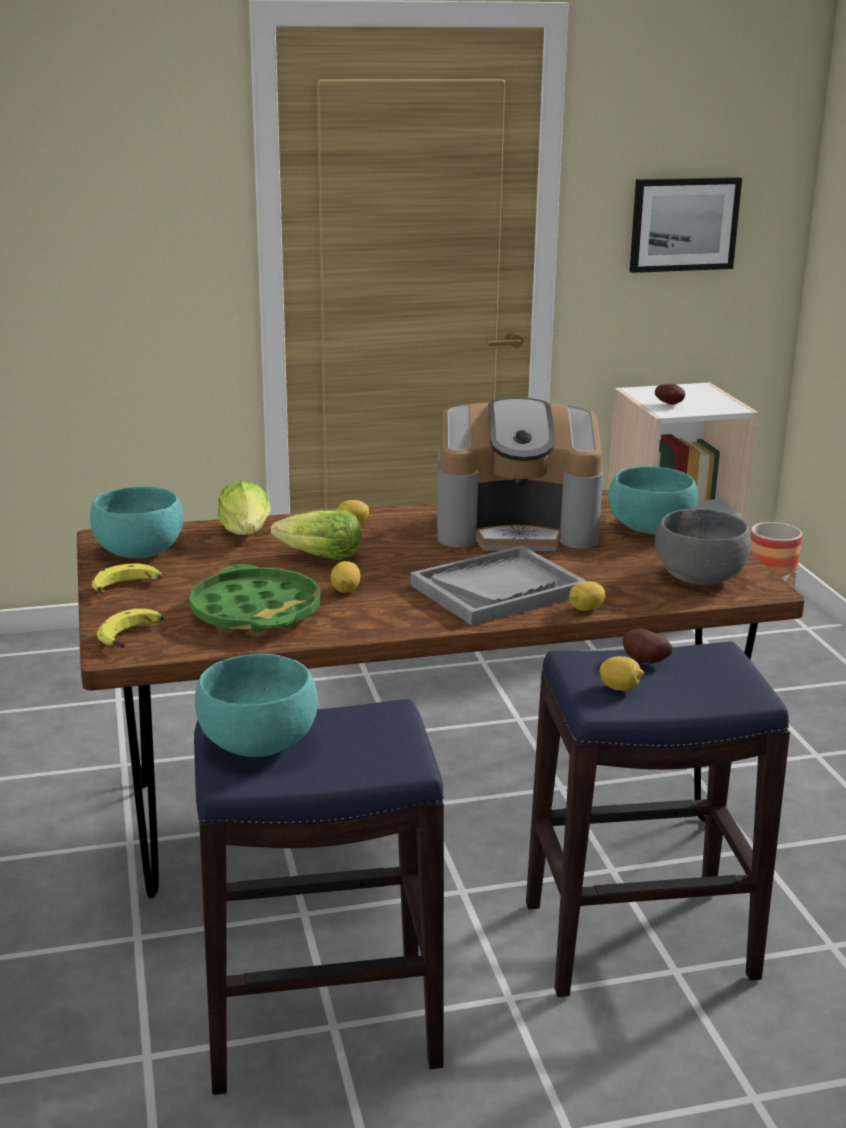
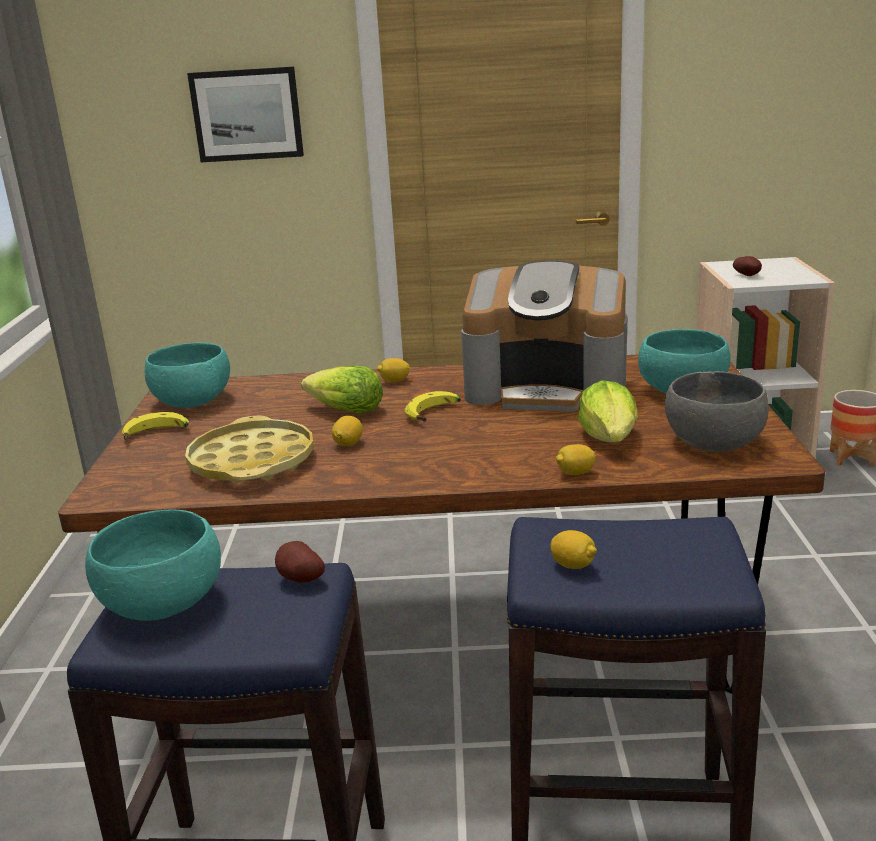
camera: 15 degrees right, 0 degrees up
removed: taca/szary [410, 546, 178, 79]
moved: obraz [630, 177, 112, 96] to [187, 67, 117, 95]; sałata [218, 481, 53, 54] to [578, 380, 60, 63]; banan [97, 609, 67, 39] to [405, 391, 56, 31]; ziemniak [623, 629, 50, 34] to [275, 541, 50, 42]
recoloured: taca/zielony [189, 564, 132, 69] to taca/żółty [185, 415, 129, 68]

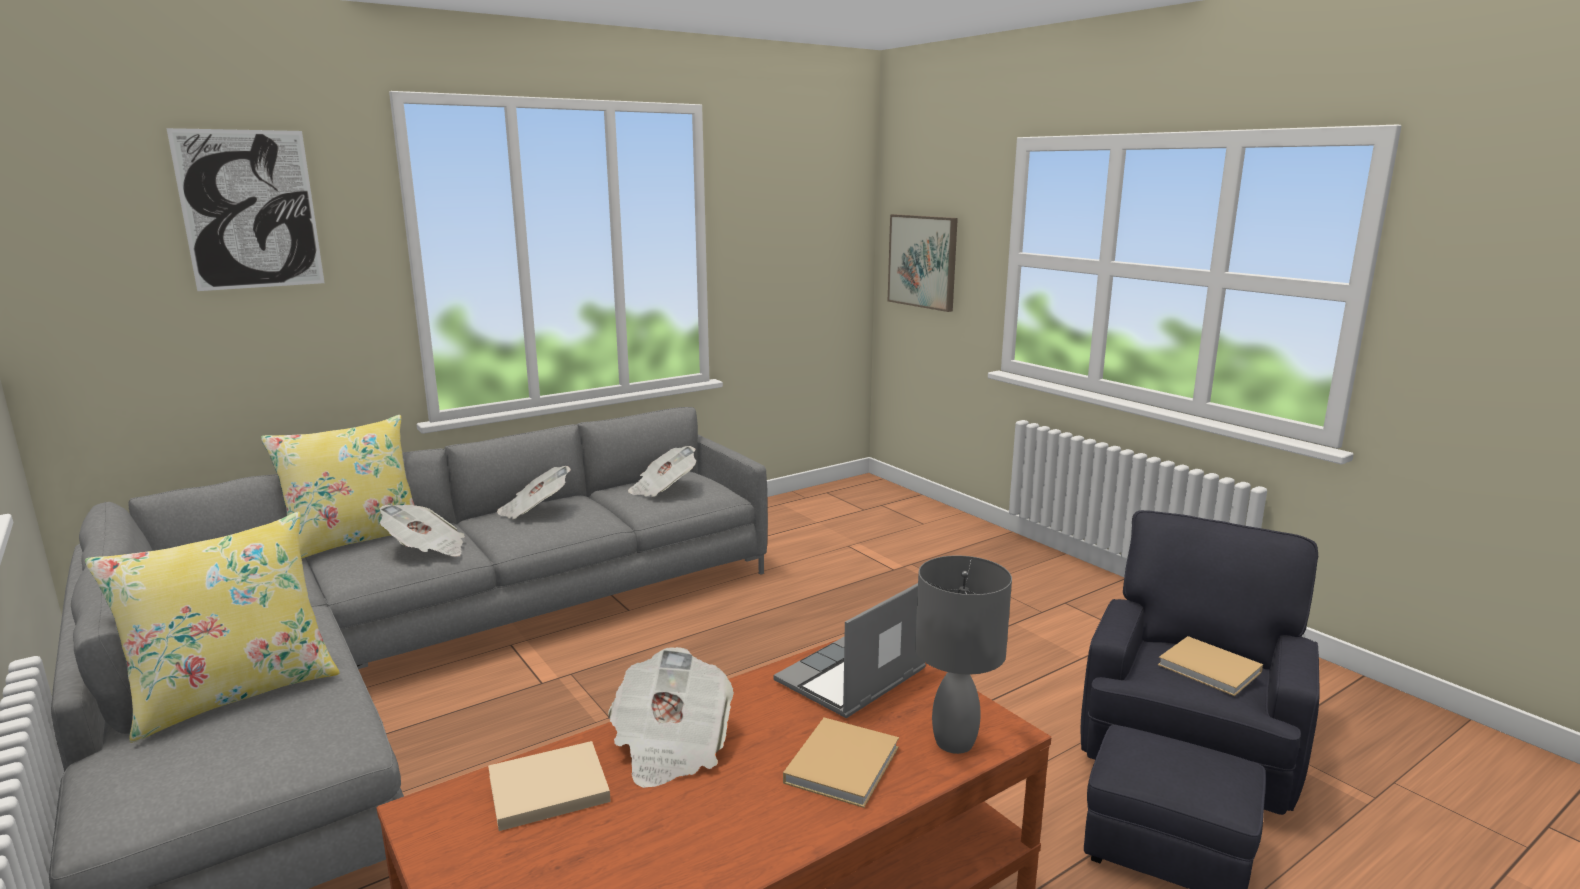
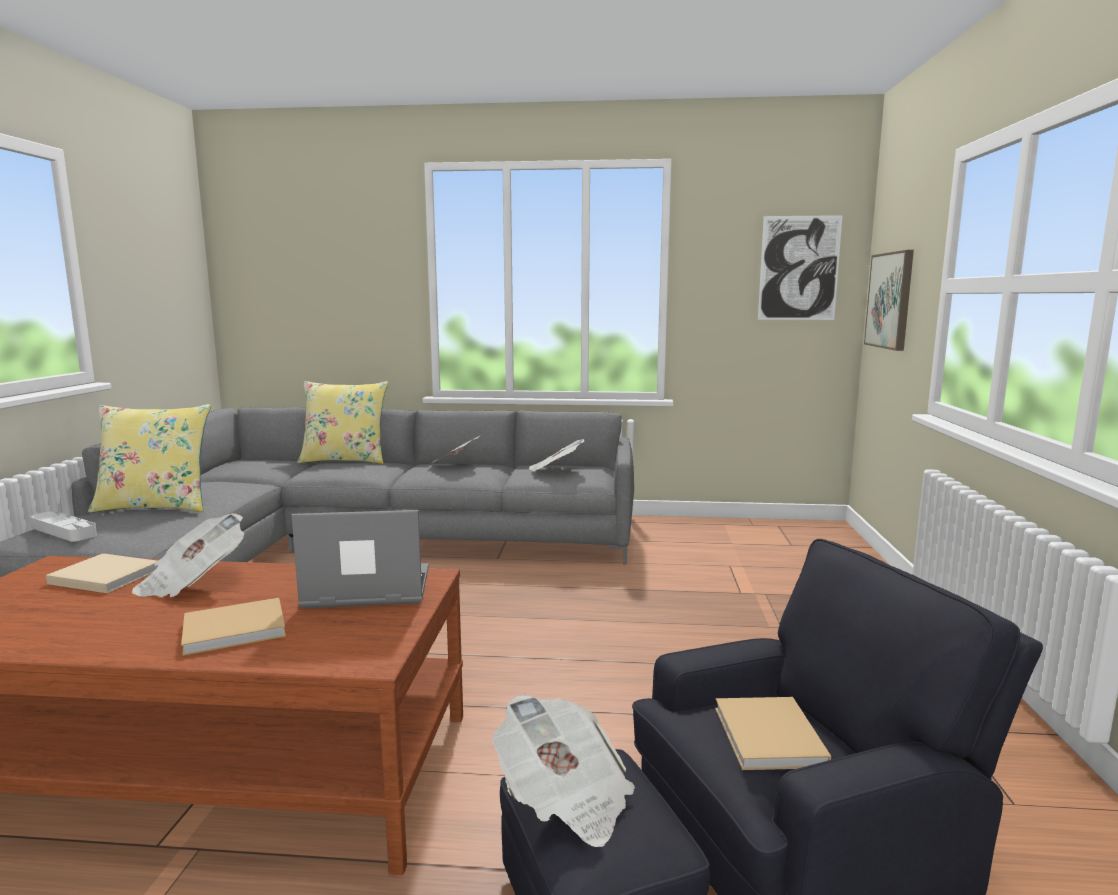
camera: 40 degrees right, 5 degrees down
removed: lampa stołowa/szary [915, 556, 97, 198]
added: taca/szary [30, 511, 67, 31]
moved: obraz [166, 128, 159, 163] to [758, 215, 85, 105]; gazeta [380, 505, 85, 51] to [493, 695, 142, 152]

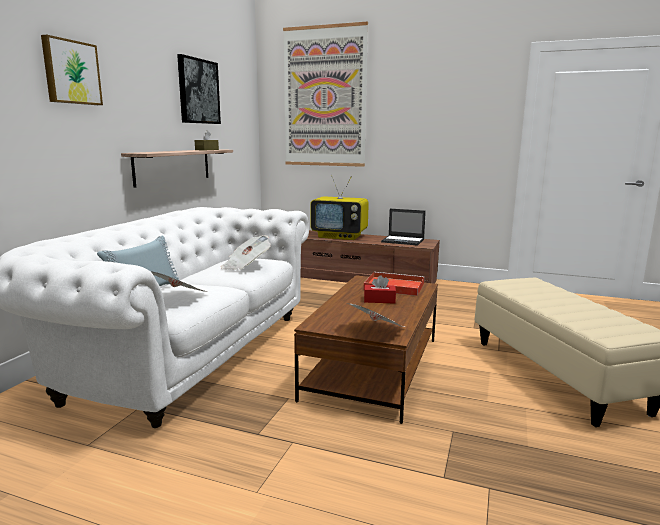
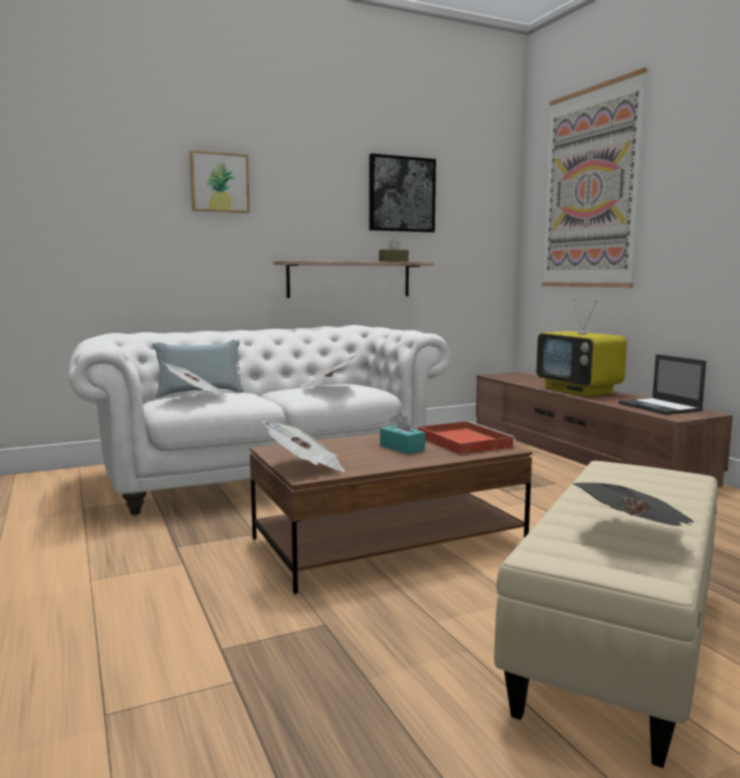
camera: 45 degrees right, 5 degrees down
added: gazeta [572, 483, 121, 43]
recoloured: pudełko chusteczek/czerwony [364, 275, 32, 29] to pudełko chusteczek/turkusowy [380, 412, 45, 42]

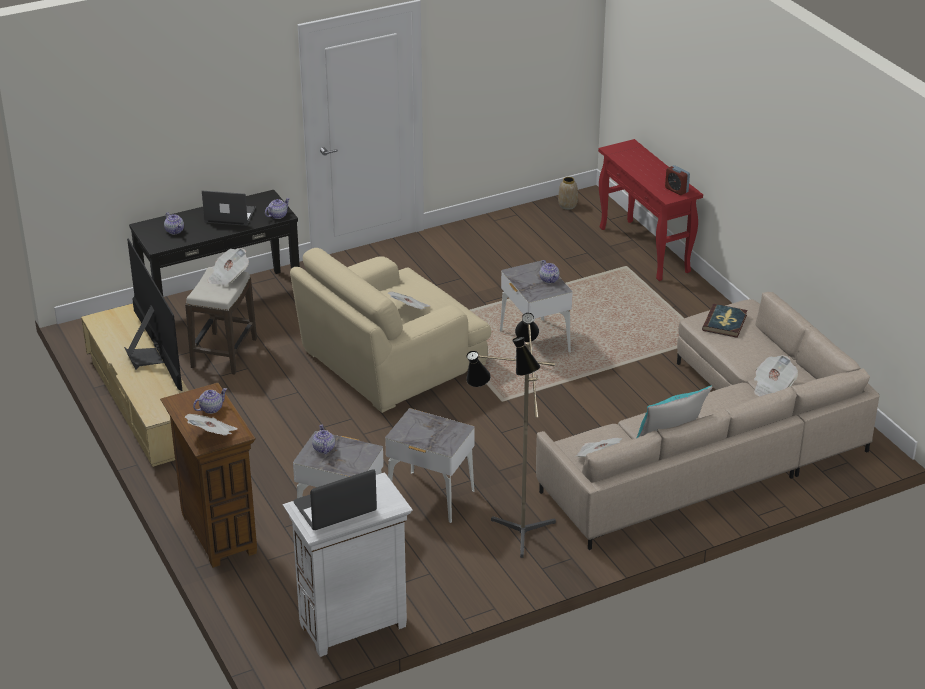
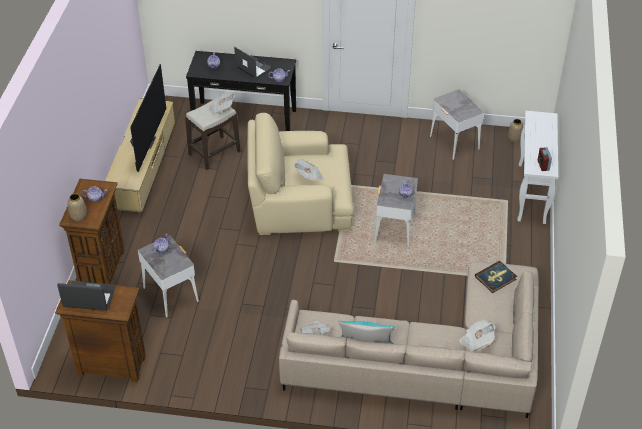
camera: 35 degrees right, 10 degrees up
removed: lampa stojąca [467, 313, 89, 245]
moved: stolik [385, 408, 89, 115] to [430, 89, 54, 71]
replaced: gazeta [185, 414, 53, 22] to wazon [68, 193, 19, 28]
recoloured: stolik konsolowy/czerwony [598, 139, 105, 142] to stolik konsolowy/biały [517, 111, 41, 113]; szafka/biały [283, 472, 130, 185] to szafka/brązowy [55, 280, 91, 102]

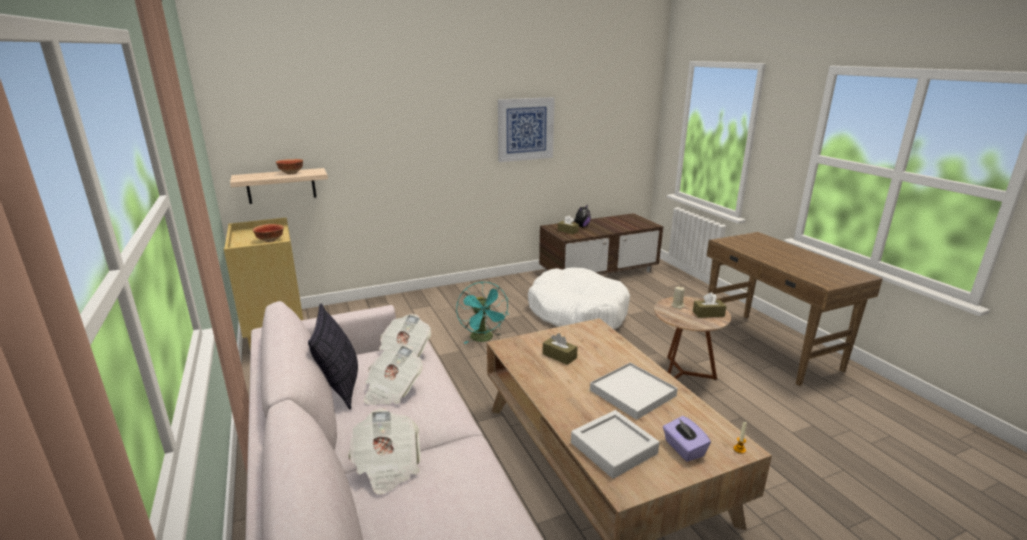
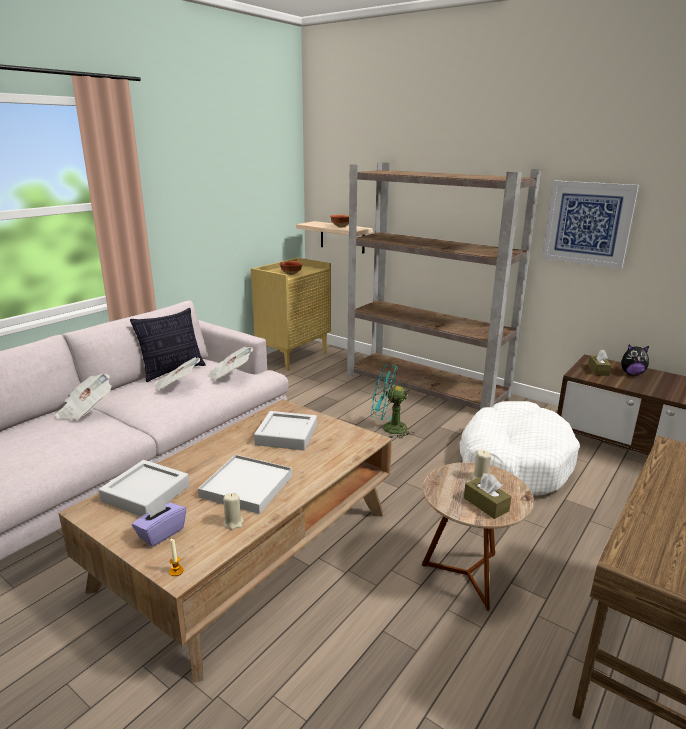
camera: 60 degrees right, 0 degrees up
added: regał/brązowy [347, 163, 195, 247]; świeca/beżowy [223, 493, 21, 37]
replaced: pudełko chusteczek/brązowy [542, 333, 36, 32] to taca/szary [254, 411, 63, 39]
turned: wentylator/turkusowy [456, 282, 53, 62] = [371, 364, 43, 75] 60 degrees clockwise

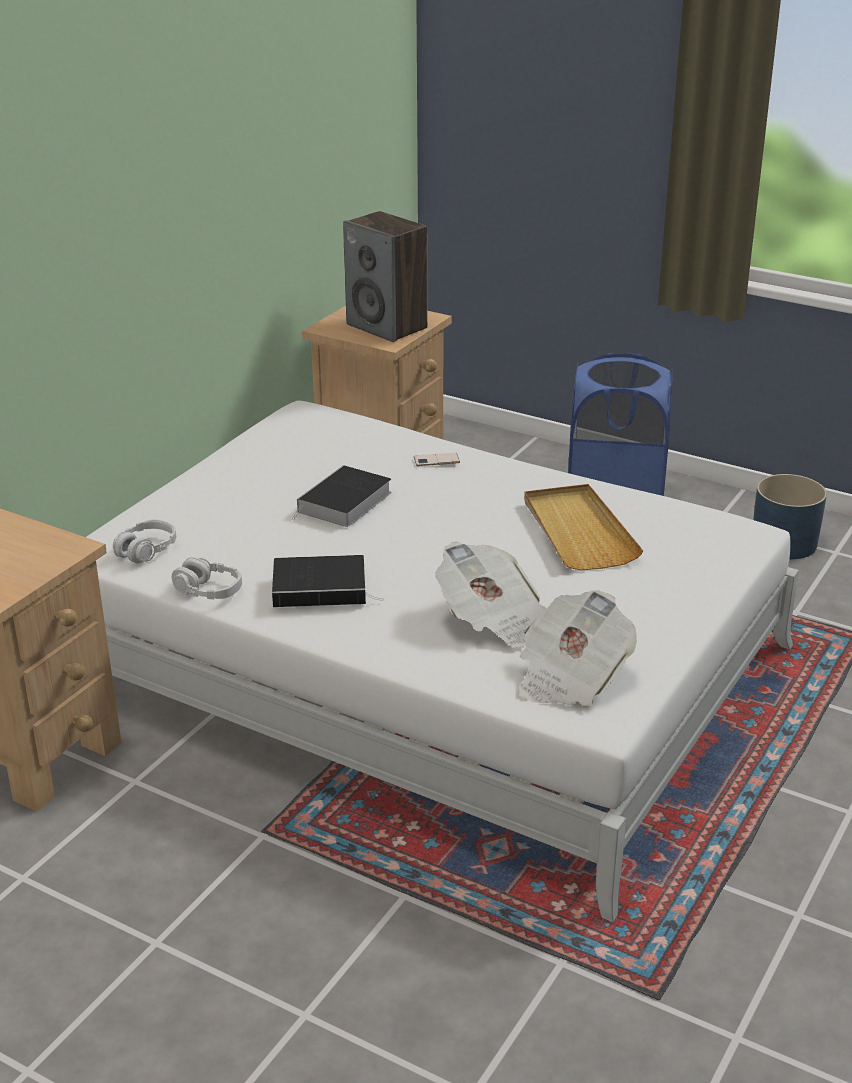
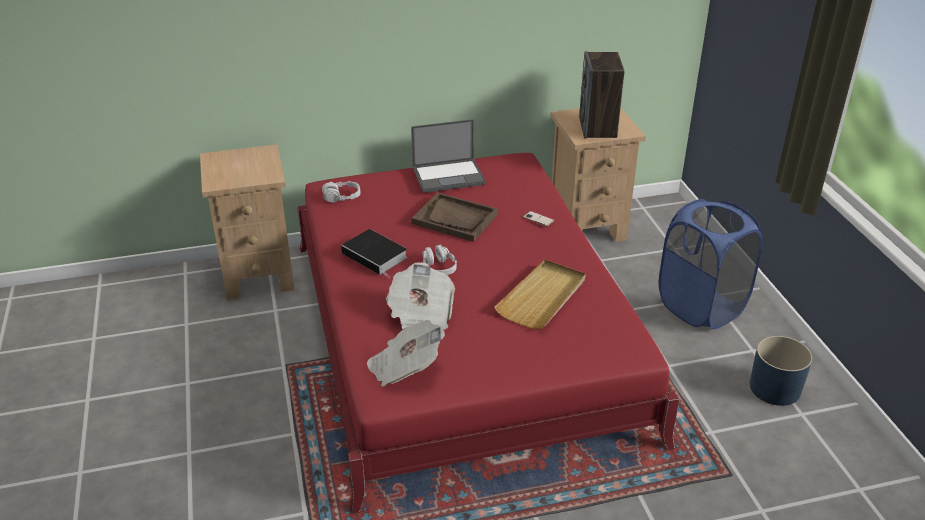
camera: 45 degrees right, 5 degrees up
added: laptop [411, 119, 75, 74]
moved: słuchawki/szary [172, 557, 70, 42] to [422, 245, 35, 30]
replaced: książka [292, 465, 99, 62] to taca/brązowy [411, 192, 87, 50]
recoloured: łóżko/biały [86, 401, 713, 521] to łóżko/czerwony [297, 153, 383, 361]

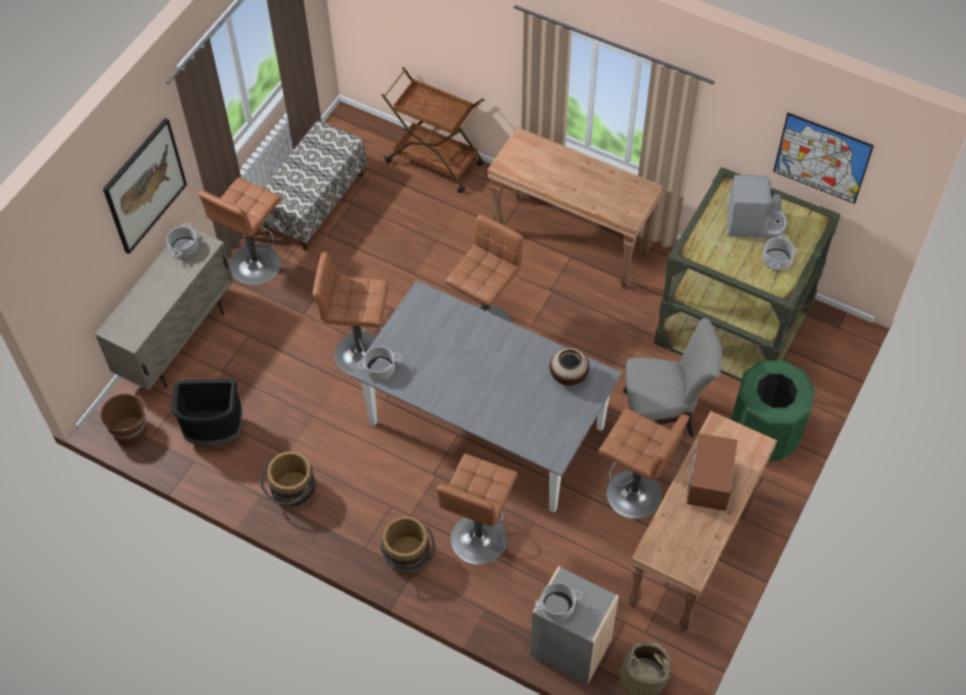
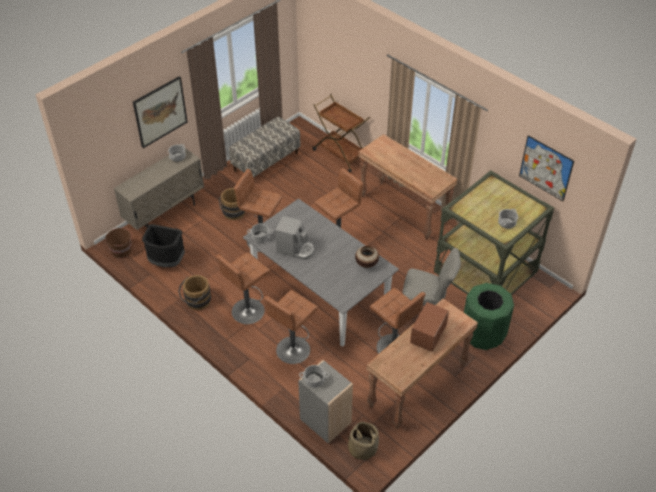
camera: 15 degrees right, 10 degrees down
moved: ekspres do kawy [727, 175, 61, 63] to [275, 216, 39, 44]; stołek/brązowy [198, 177, 83, 108] to [216, 252, 54, 72]; wiadro/brązowy [380, 516, 56, 58] to [219, 188, 26, 32]

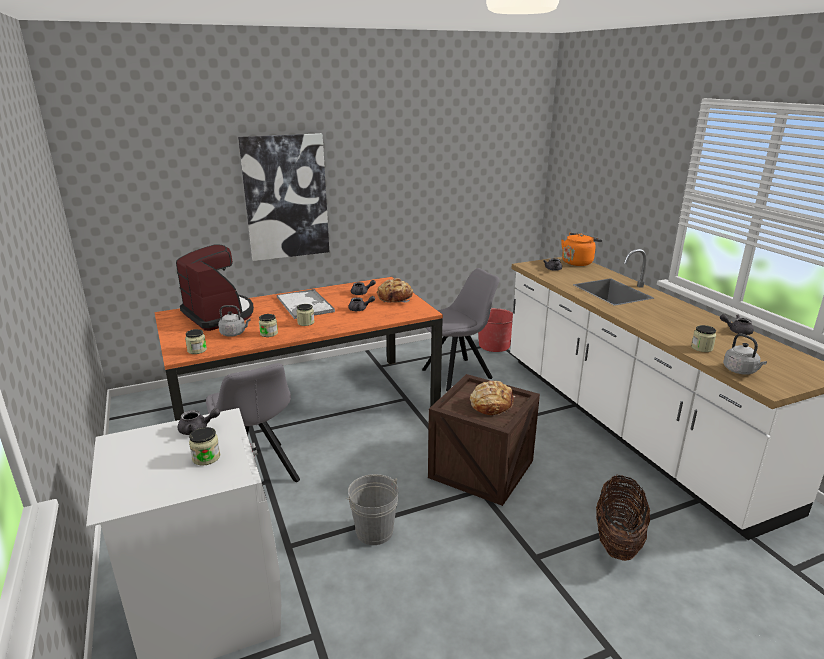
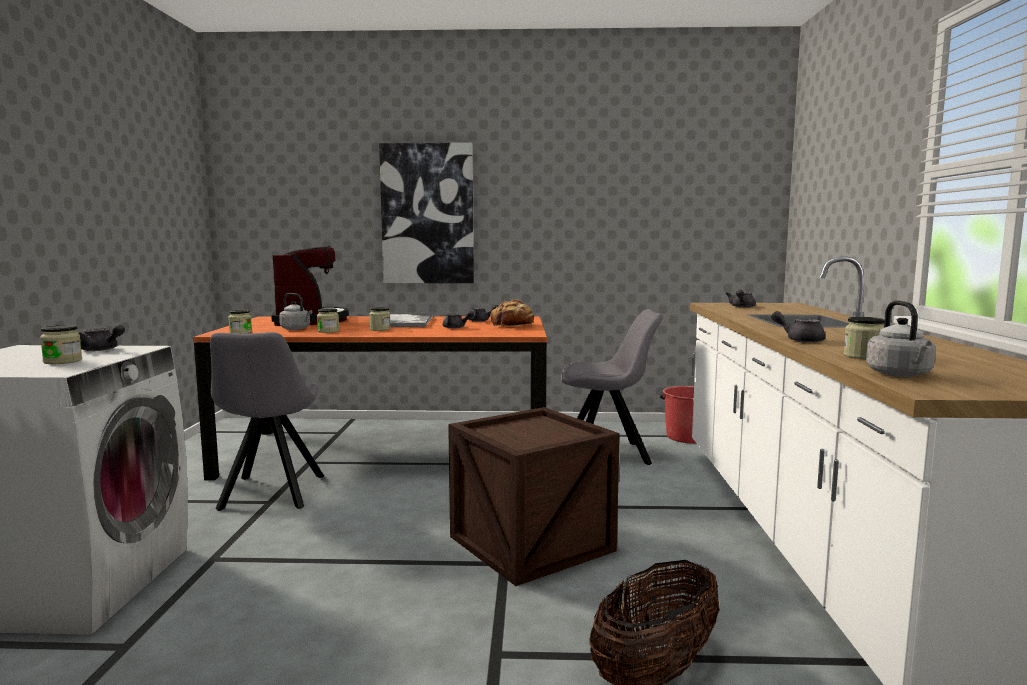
camera: 25 degrees right, 15 degrees down
removed: czajnik/pomarańczowy [561, 233, 41, 33]; chleb [470, 381, 45, 35]; wiadro/szary [346, 474, 53, 71]
moved: imbryk/szary [720, 314, 34, 21] to [771, 311, 55, 32]

